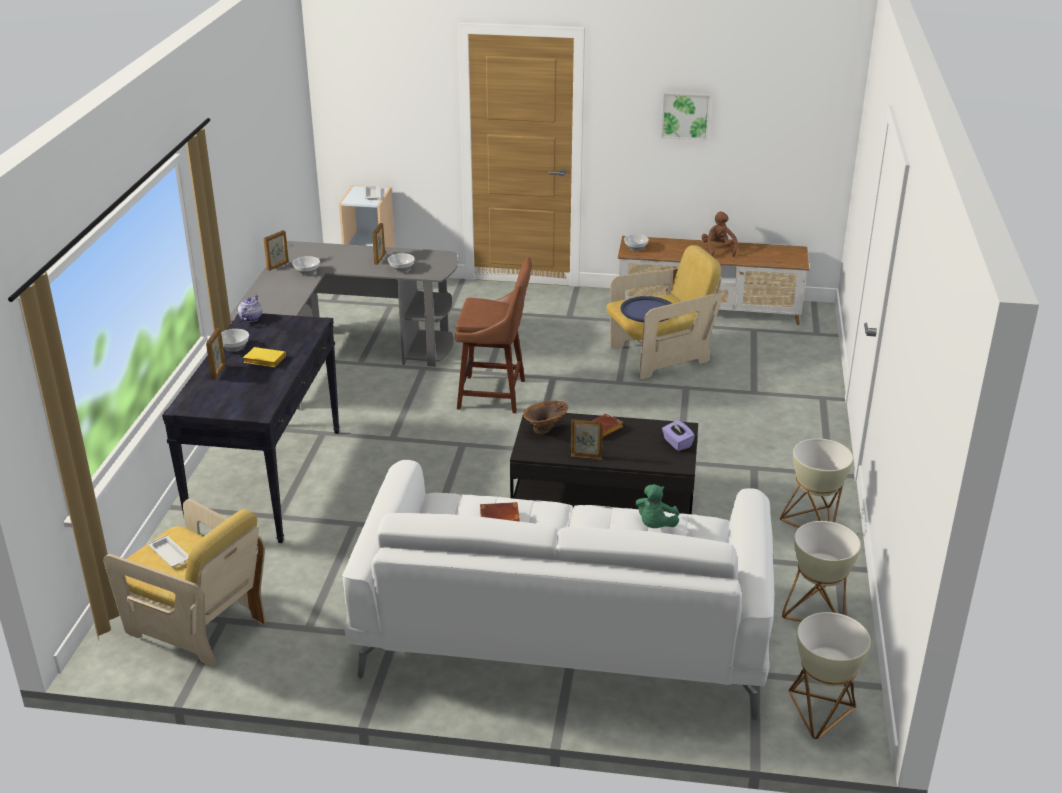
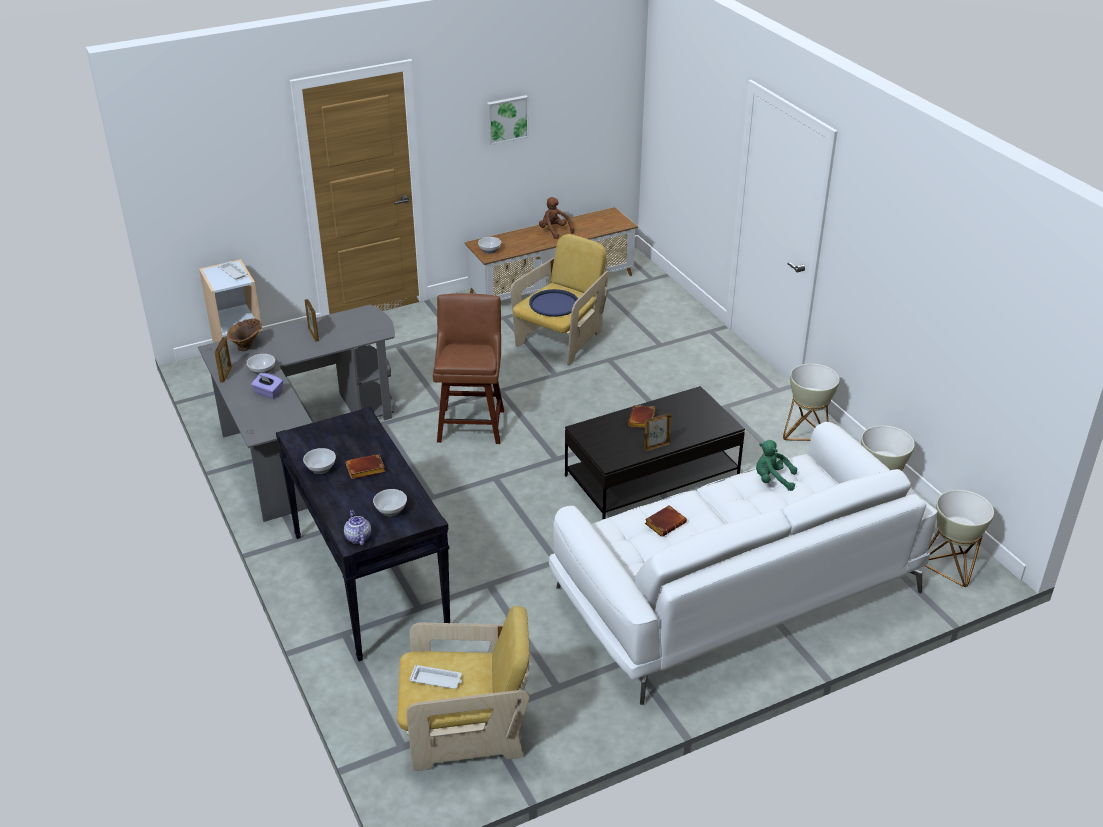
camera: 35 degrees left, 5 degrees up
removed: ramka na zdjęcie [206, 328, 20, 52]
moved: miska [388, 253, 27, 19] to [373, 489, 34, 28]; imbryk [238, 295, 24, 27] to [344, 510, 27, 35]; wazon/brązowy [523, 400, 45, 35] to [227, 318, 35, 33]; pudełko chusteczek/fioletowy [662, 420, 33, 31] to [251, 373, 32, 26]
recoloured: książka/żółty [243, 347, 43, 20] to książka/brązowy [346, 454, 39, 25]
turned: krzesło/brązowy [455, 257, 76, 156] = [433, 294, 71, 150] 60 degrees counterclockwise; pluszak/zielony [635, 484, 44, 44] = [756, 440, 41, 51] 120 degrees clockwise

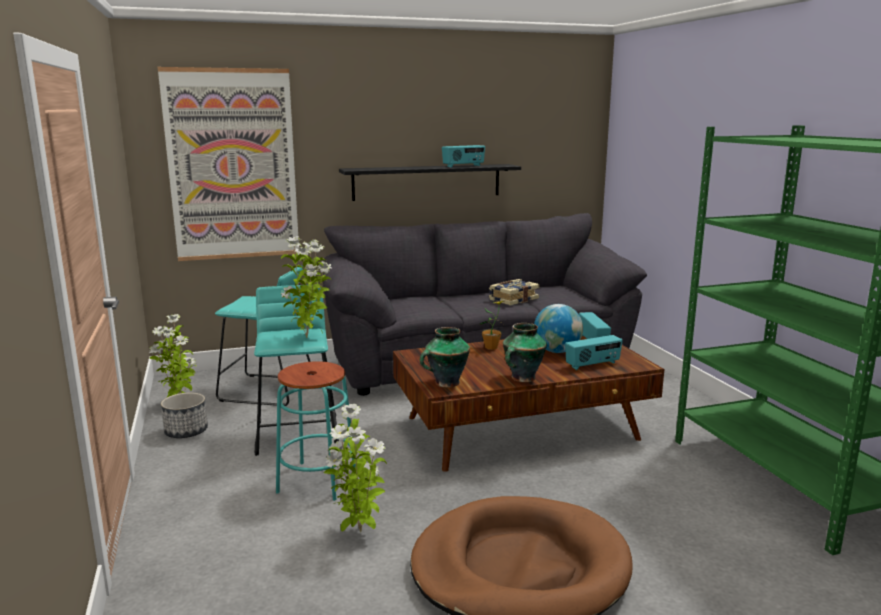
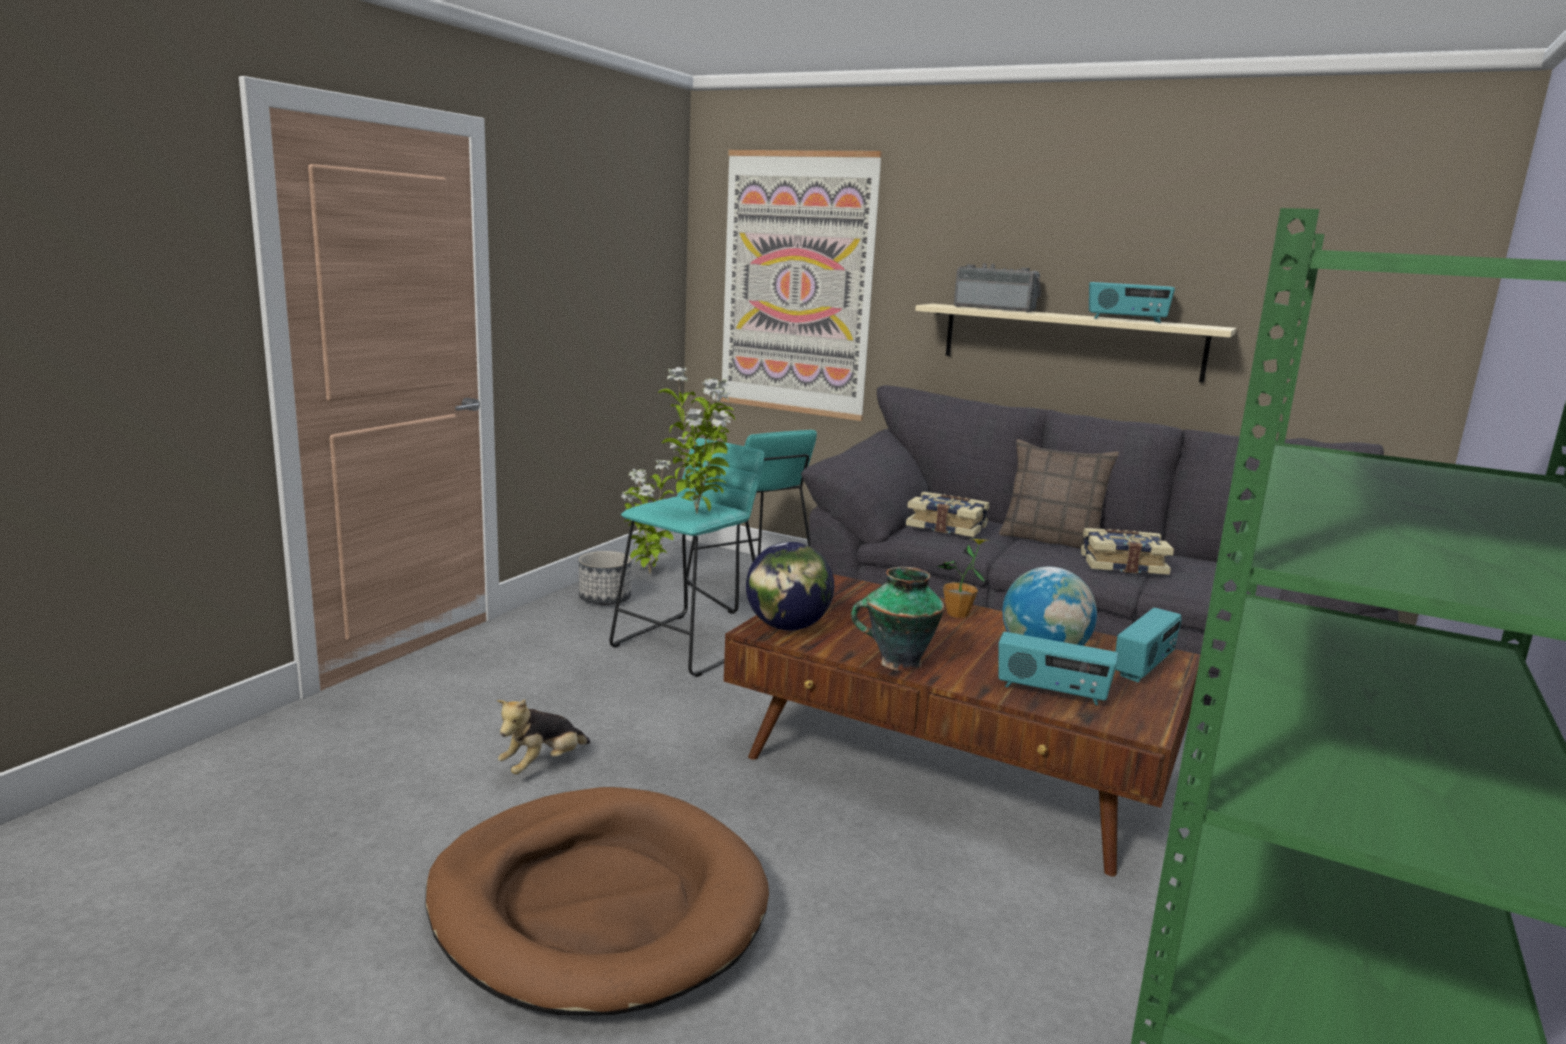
camera: 45 degrees right, 0 degrees up
removed: stołek/turkusowy [276, 361, 79, 140]
added: radio [954, 263, 87, 49]; poduszka [999, 439, 120, 109]; książka [906, 492, 83, 45]
replaced: wazon [420, 327, 50, 61] to globus [746, 542, 88, 89]; roślina doniczkowa [324, 404, 63, 128] to pluszak [497, 699, 93, 75]
recoloured: półka/czarny [339, 164, 182, 37] to półka/beżowy [915, 304, 321, 78]

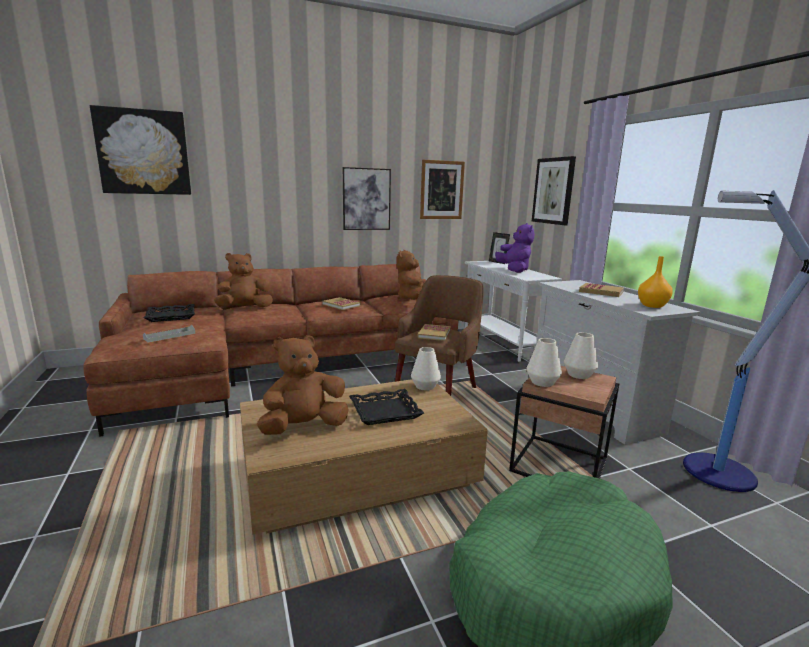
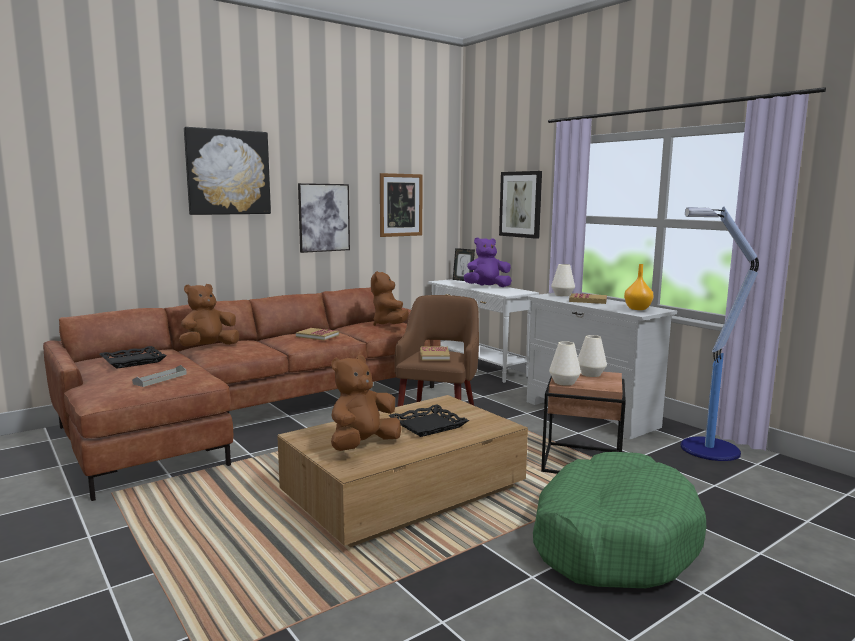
camera: 15 degrees left, 5 degrees down
moved: obraz [90, 105, 101, 90] to [184, 127, 87, 88]; wazon/biały [411, 347, 30, 43] to [551, 264, 24, 32]
turned: pluszak/fioletowy [495, 223, 39, 50] = [464, 237, 48, 50] 75 degrees counterclockwise

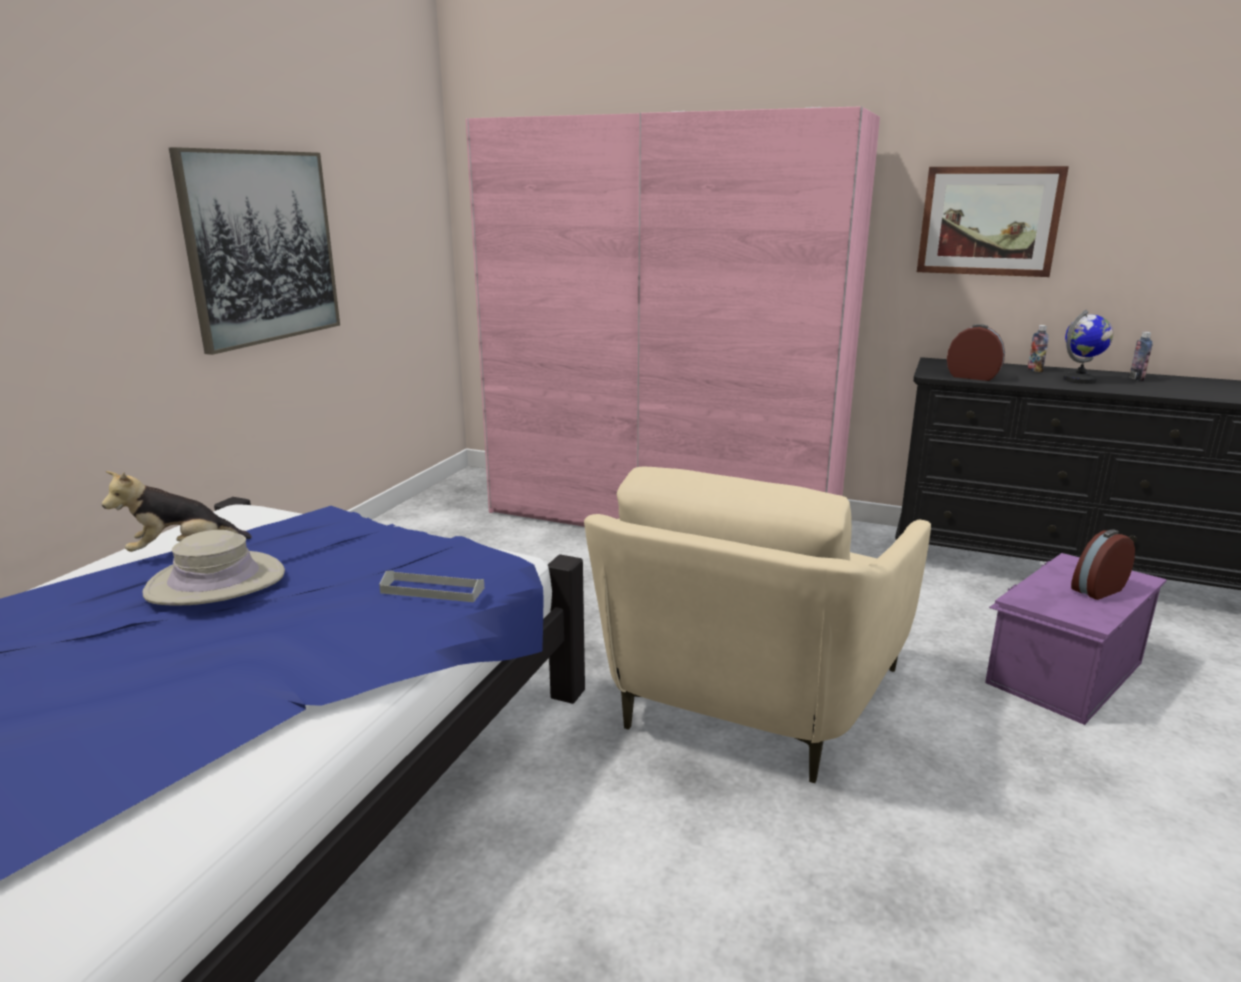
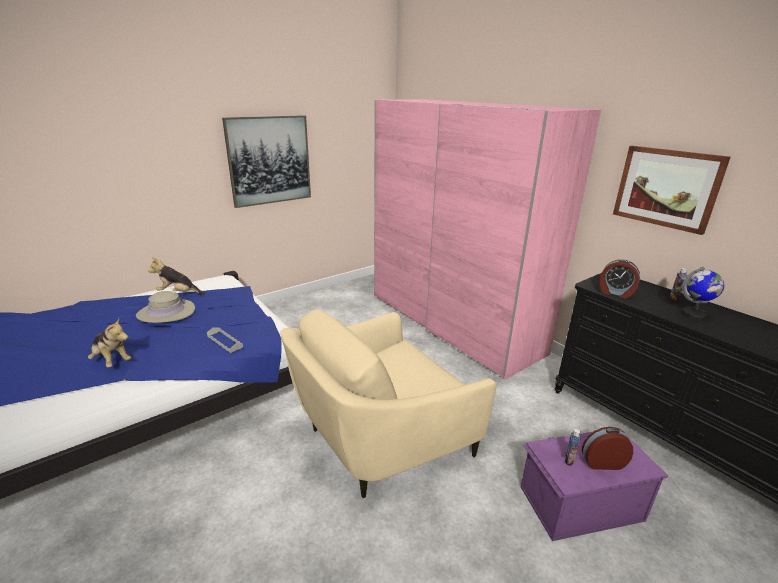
camera: 30 degrees right, 5 degrees up
added: pluszak [88, 318, 44, 49]
moved: butelka [1129, 332, 24, 49] to [564, 429, 17, 37]
turned: budzik [947, 324, 58, 57] = [599, 259, 41, 40] 150 degrees clockwise

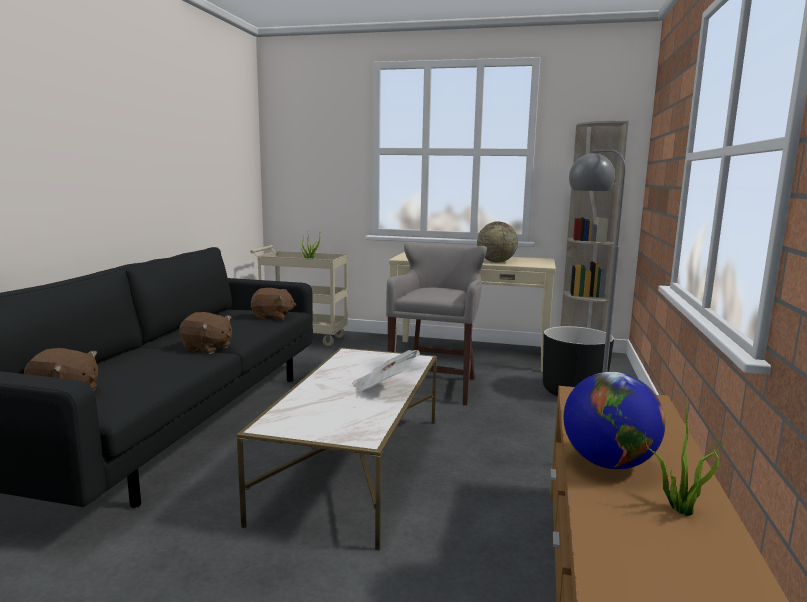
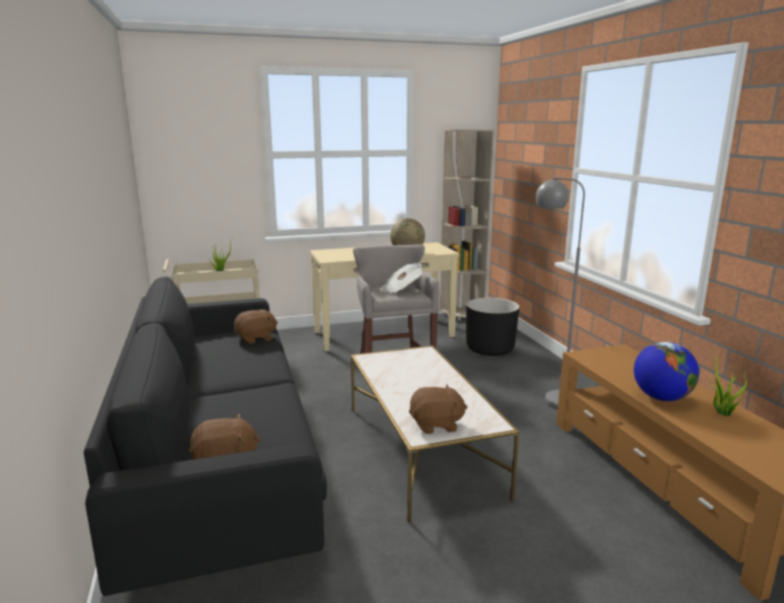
camera: 30 degrees left, 5 degrees up
moved: pluszak/brązowy [179, 312, 53, 42] to [409, 384, 59, 50]; gazeta [352, 350, 68, 42] to [379, 263, 44, 30]

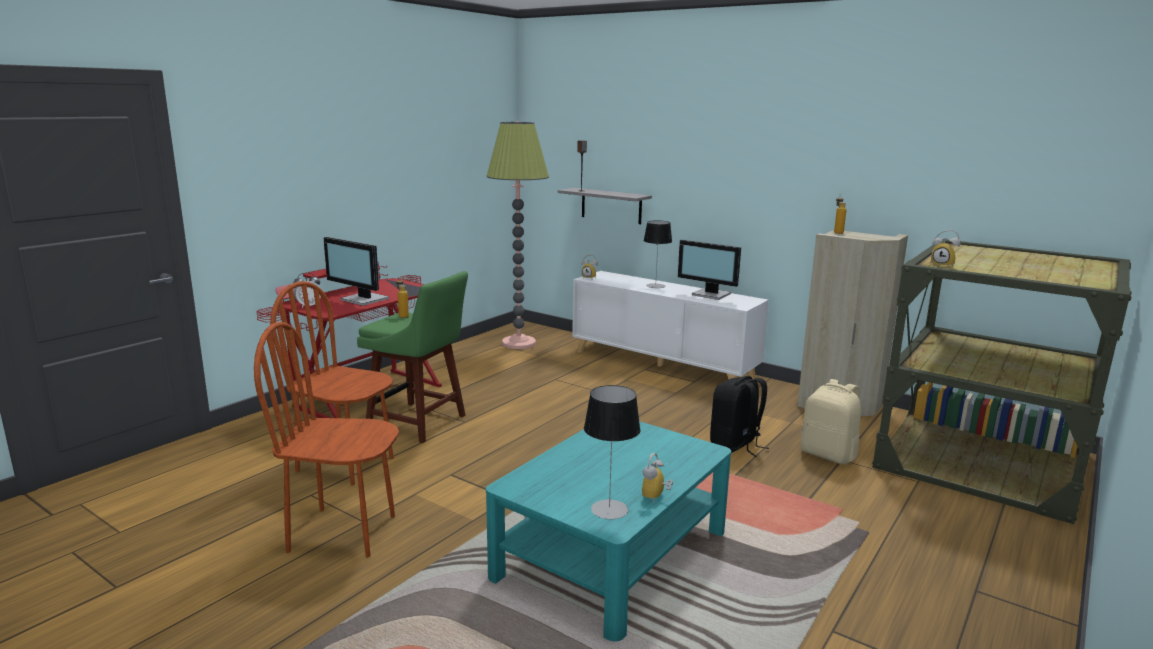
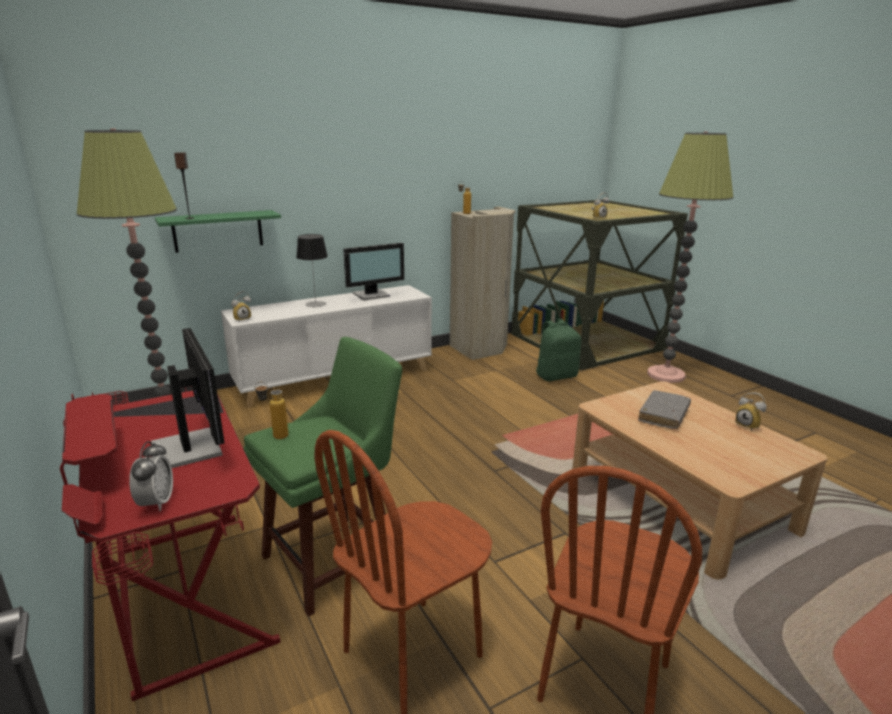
camera: 65 degrees left, 5 degrees up
removed: plecak/czarny [710, 376, 59, 81]; lampa stołowa [584, 385, 56, 134]
added: lampa stojąca [647, 132, 86, 251]; książka/szary [638, 390, 53, 39]
recoloured: półka/szary [558, 188, 94, 36] to półka/zielony [155, 210, 126, 43]; plecak/beżowy [801, 379, 60, 86] to plecak/zielony [536, 319, 45, 62]; ława/turkusowy [486, 421, 245, 221] to ława/beżowy [572, 381, 255, 199]
turned: monitor [324, 237, 65, 69] = [151, 328, 74, 140] 90 degrees counterclockwise

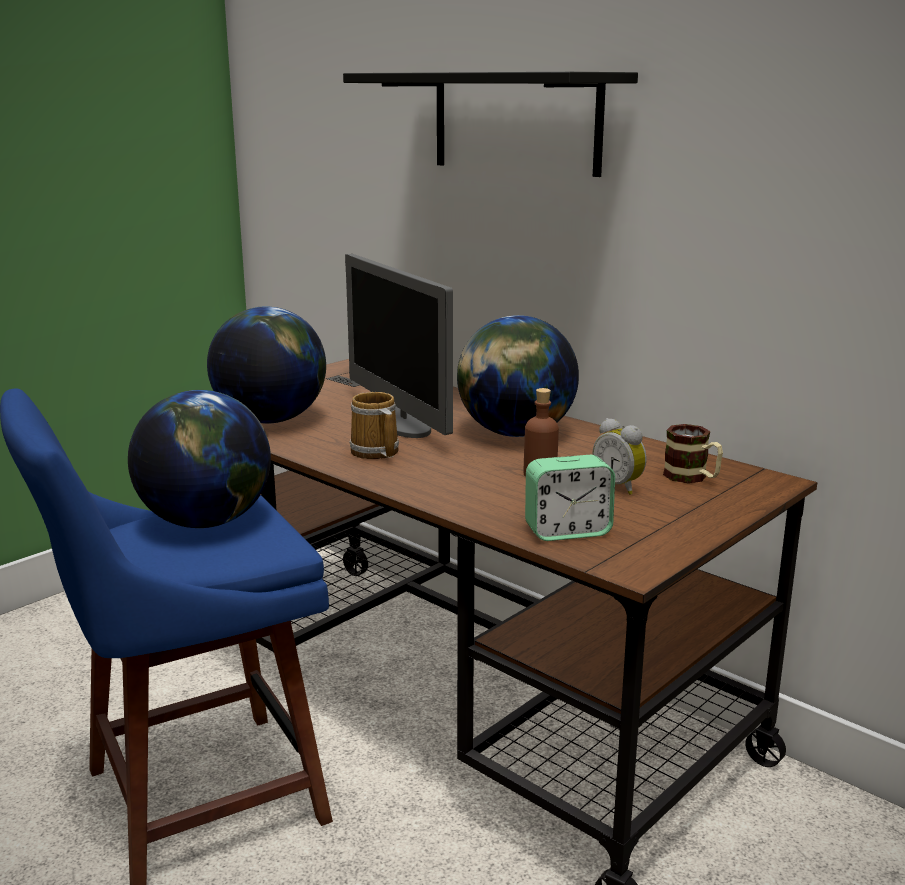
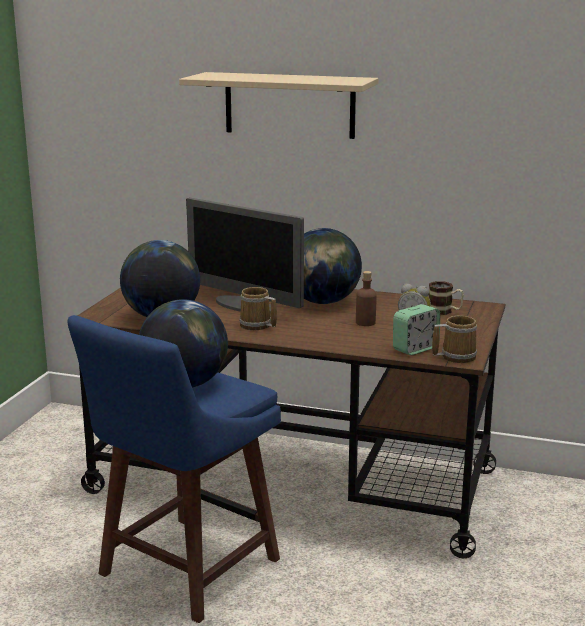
camera: 25 degrees left, 0 degrees up
added: kubek [432, 315, 45, 48]
recoloured: półka/czarny [343, 72, 295, 105] to półka/beżowy [179, 72, 200, 67]

